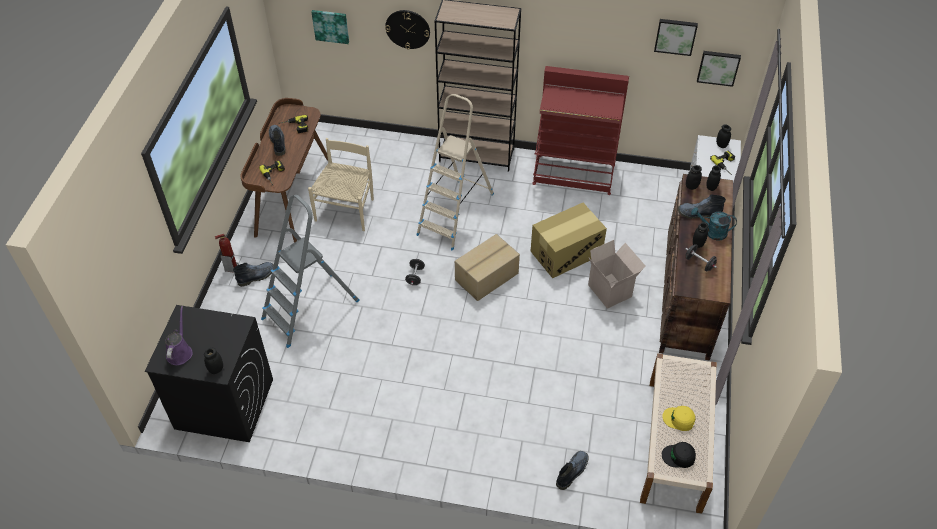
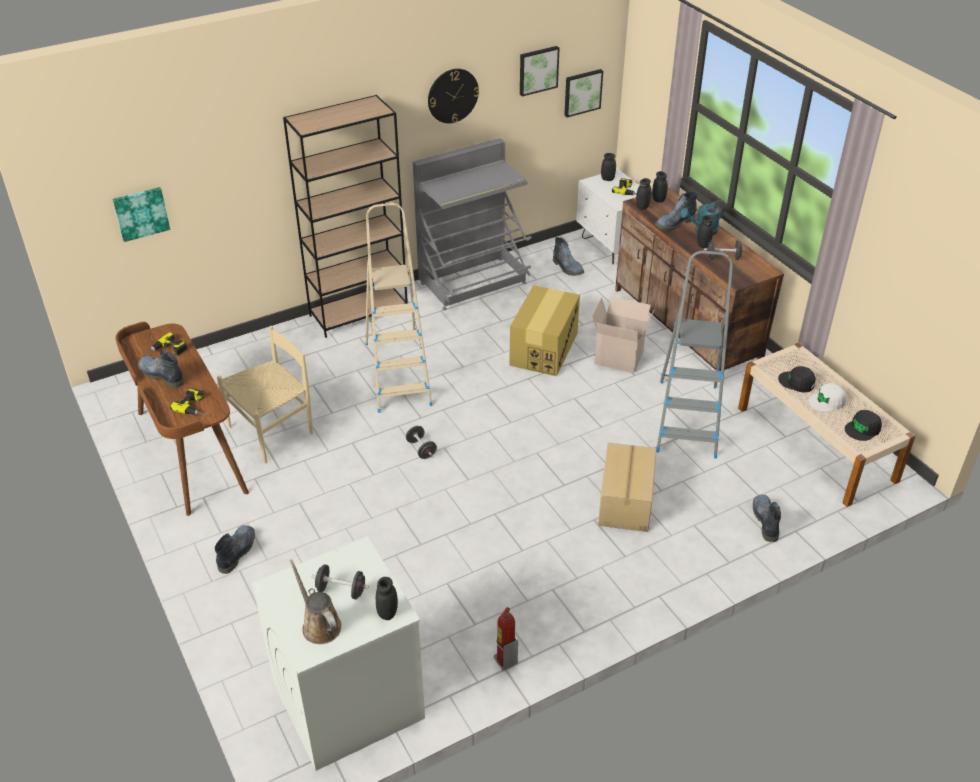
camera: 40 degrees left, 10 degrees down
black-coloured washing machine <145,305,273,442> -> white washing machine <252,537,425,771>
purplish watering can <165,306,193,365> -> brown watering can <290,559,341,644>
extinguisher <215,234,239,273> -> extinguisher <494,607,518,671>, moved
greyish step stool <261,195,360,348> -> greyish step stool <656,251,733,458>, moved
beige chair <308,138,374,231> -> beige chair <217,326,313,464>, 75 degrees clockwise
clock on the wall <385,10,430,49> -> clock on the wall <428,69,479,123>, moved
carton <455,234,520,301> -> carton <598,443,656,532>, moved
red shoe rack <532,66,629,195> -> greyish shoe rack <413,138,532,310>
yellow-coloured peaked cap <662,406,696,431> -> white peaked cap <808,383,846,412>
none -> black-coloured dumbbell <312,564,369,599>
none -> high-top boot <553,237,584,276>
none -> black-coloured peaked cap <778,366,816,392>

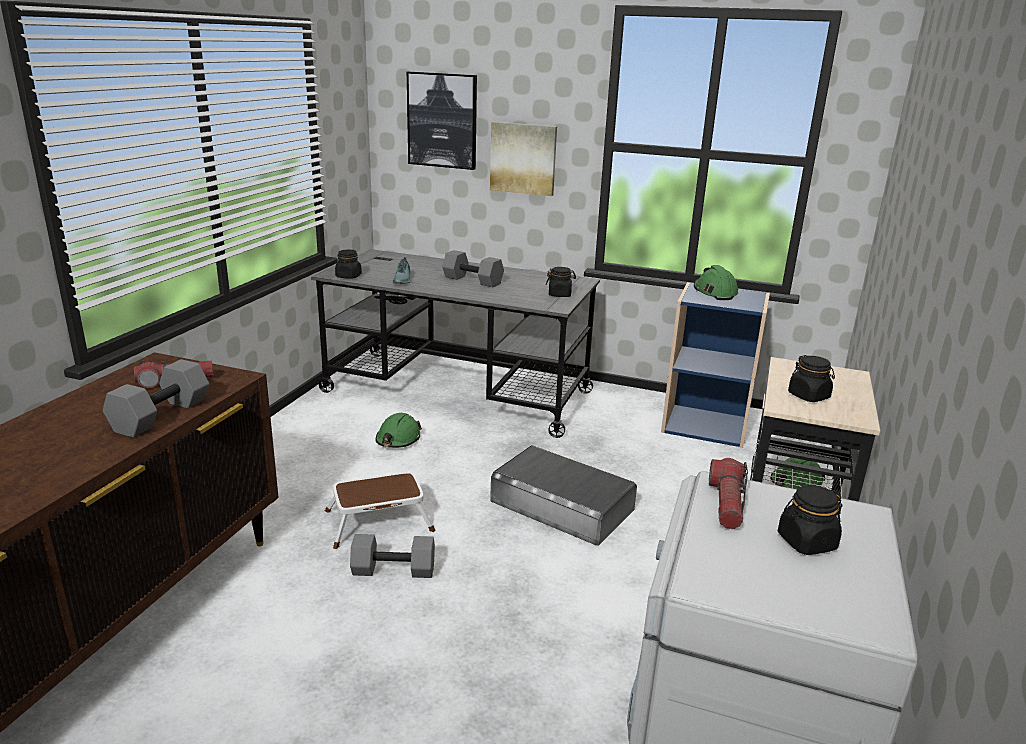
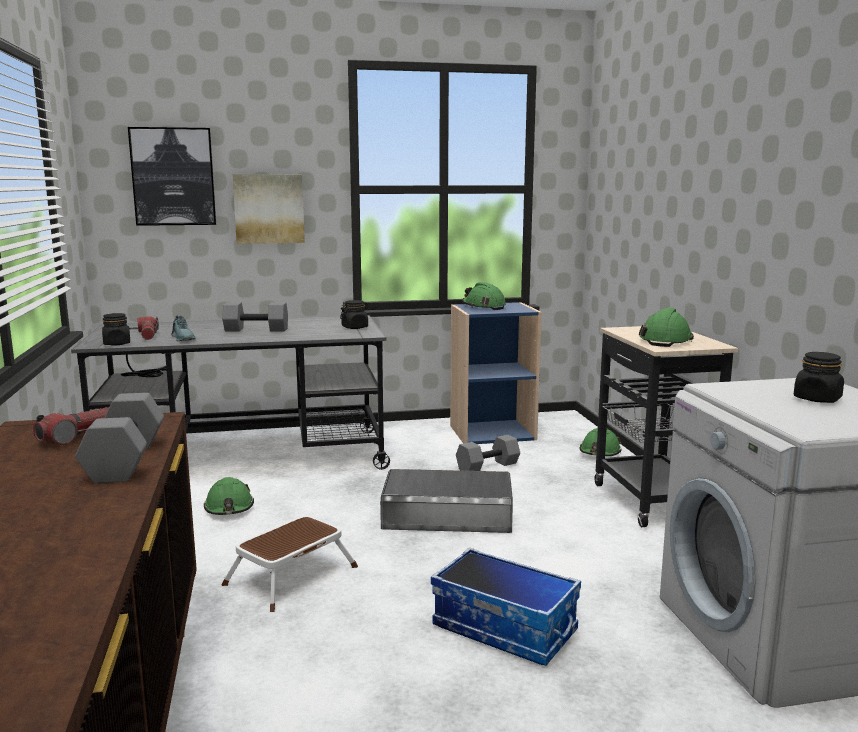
camera: 30 degrees left, 10 degrees down
greyish dumbbell <350,534,435,578> -> greyish dumbbell <456,435,520,471>, moved
torch <709,458,748,529> -> torch <138,316,159,340>, moved
black-coloured jar <788,355,835,402> -> green-coloured safety helmet <639,308,694,347>
none -> storage box <431,548,581,666>

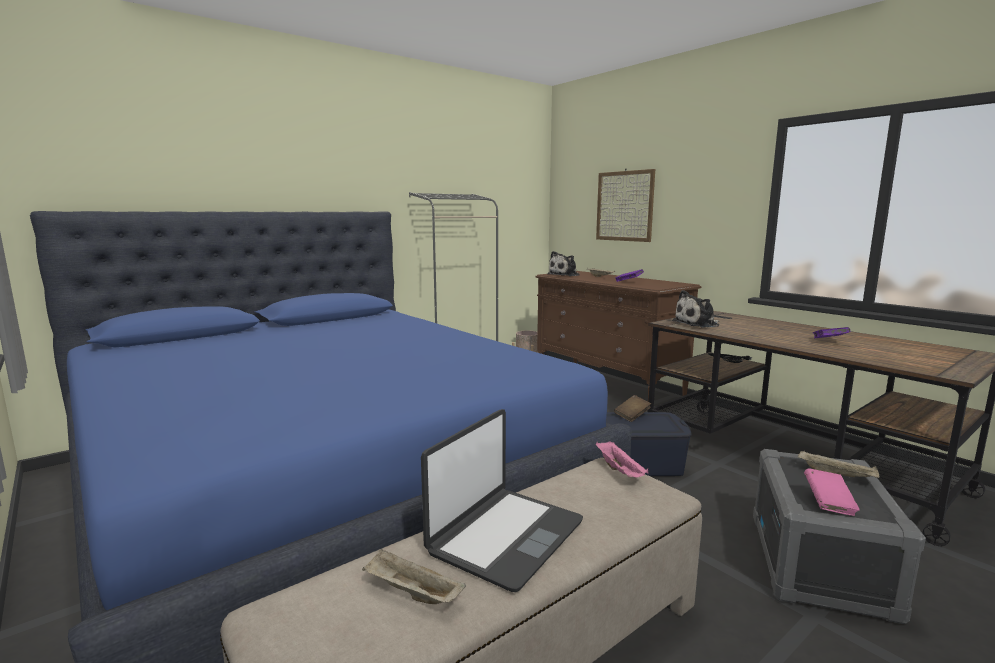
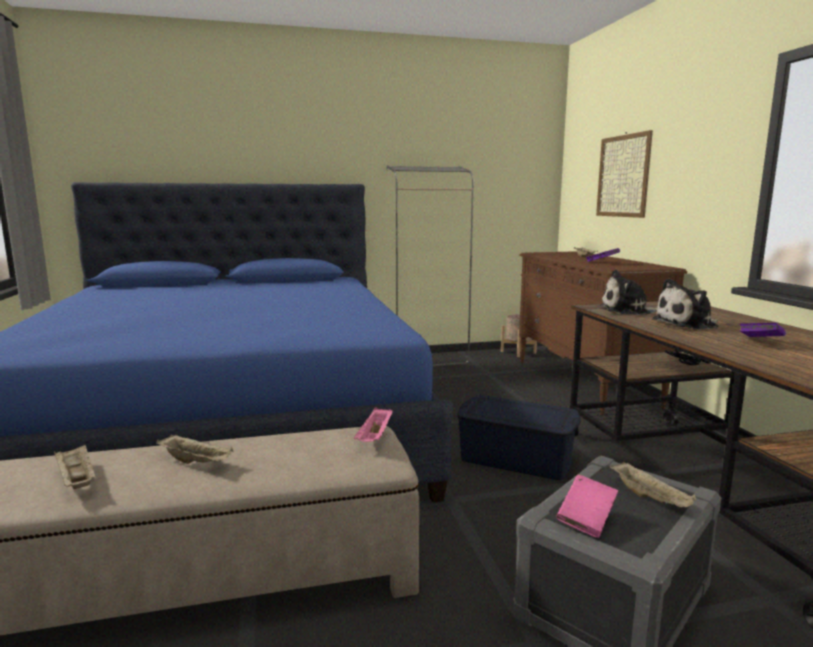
camera: 25 degrees right, 0 degrees up
notebook computer <421,409,583,592> -> beige serving tray <156,435,234,464>
plush toy <547,251,580,276> -> plush toy <652,278,718,329>, moved
brown book <614,395,651,422> -> none

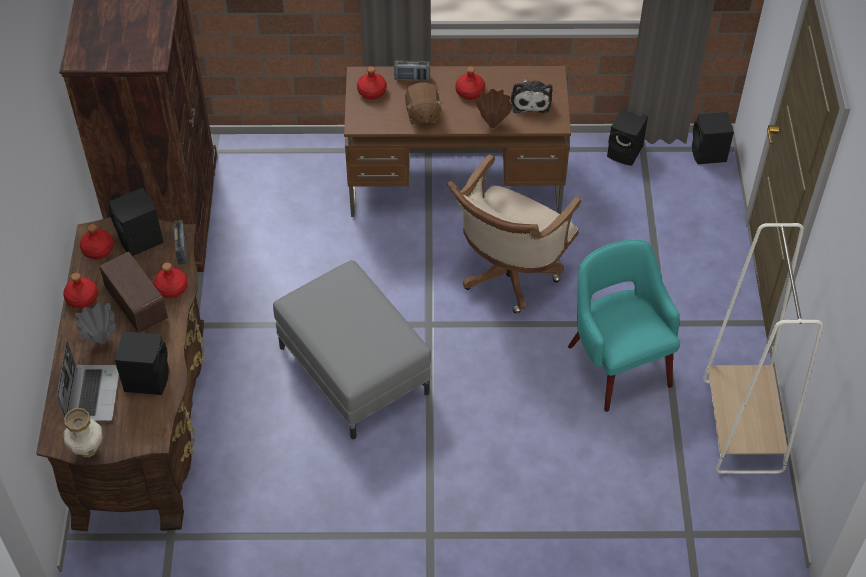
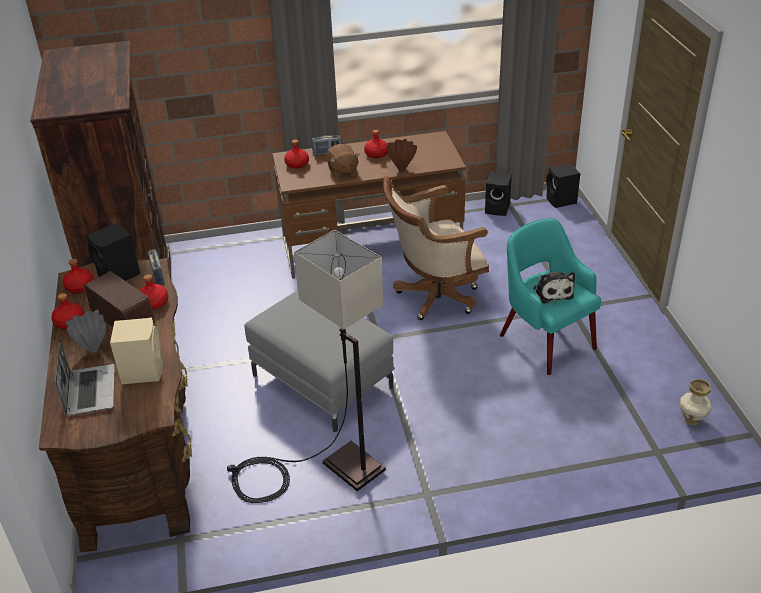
camera: 10 degrees left, 15 degrees down
decorative vase <64,408,103,457> -> decorative vase <680,379,712,425>, moved
black-coloured speaker <115,331,169,395> -> beige speaker <110,317,163,384>
computer chair <447,154,582,313> -> computer chair <383,176,489,320>, 45 degrees clockwise
plush toy <511,80,553,113> -> plush toy <533,272,575,304>, moved
garment stand <703,223,823,474> -> none
none -> floor lamp <227,230,386,503>

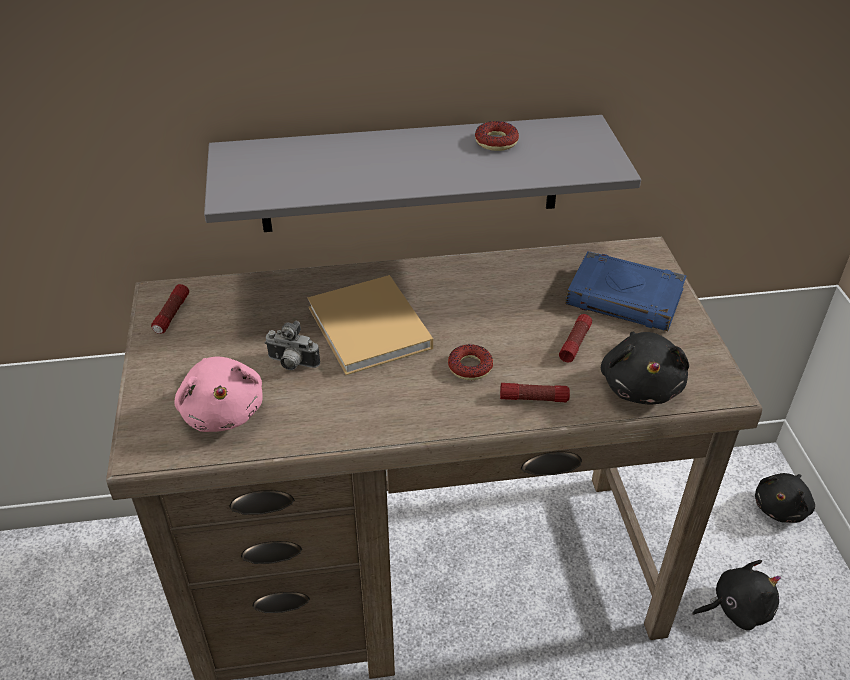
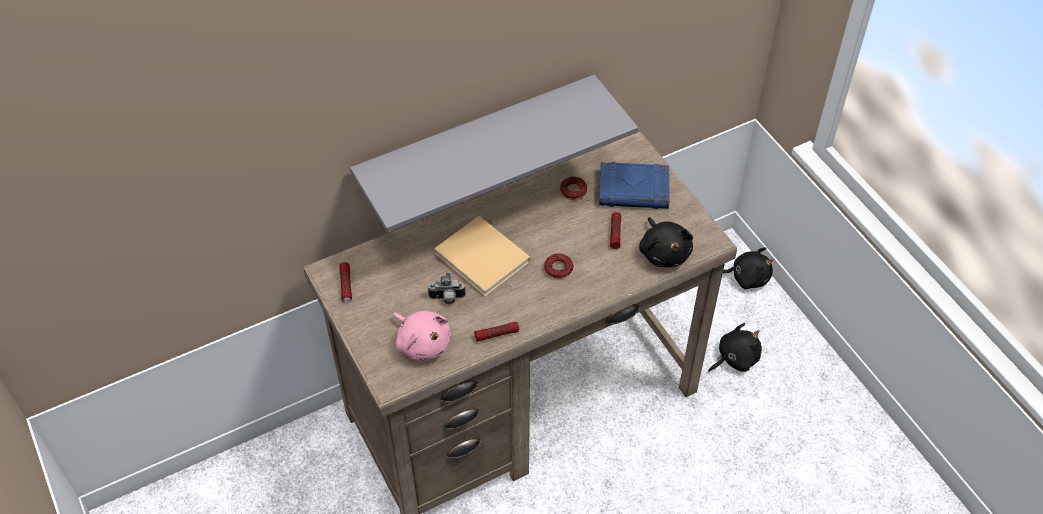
camera: 20 degrees left, 10 degrees up
ring doughnut <475,121,519,151> -> ring doughnut <560,177,587,200>, moved
torch <500,383,570,402> -> torch <474,321,519,342>, moved
black-coloured plush toy <755,473,815,523> -> black-coloured plush toy <723,247,774,290>, 105 degrees counterclockwise

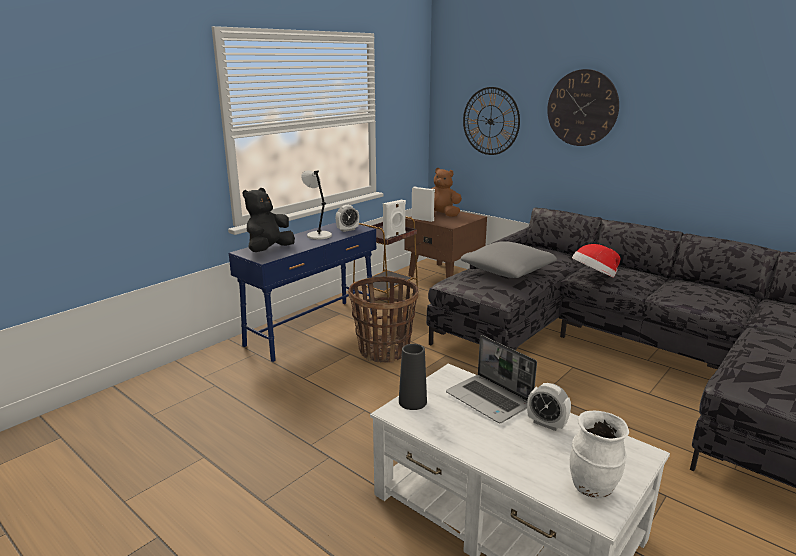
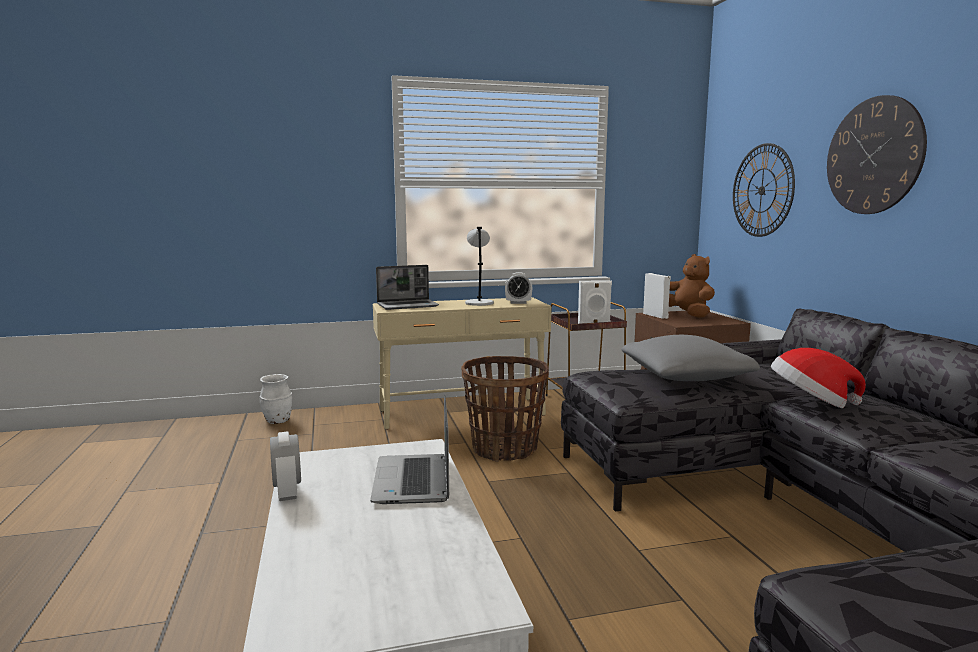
camera: 35 degrees right, 10 degrees down
blue narrow table <229,223,376,362> -> beige narrow table <373,297,551,429>
black-coloured plush toy <242,188,295,252> -> notebook computer <376,265,439,310>
black-coloured decorative vase <399,344,427,410> -> none
table clock <527,383,571,431> -> table clock <270,431,301,501>, moved
white decorative vase <570,411,629,498> -> white decorative vase <260,374,292,424>, moved

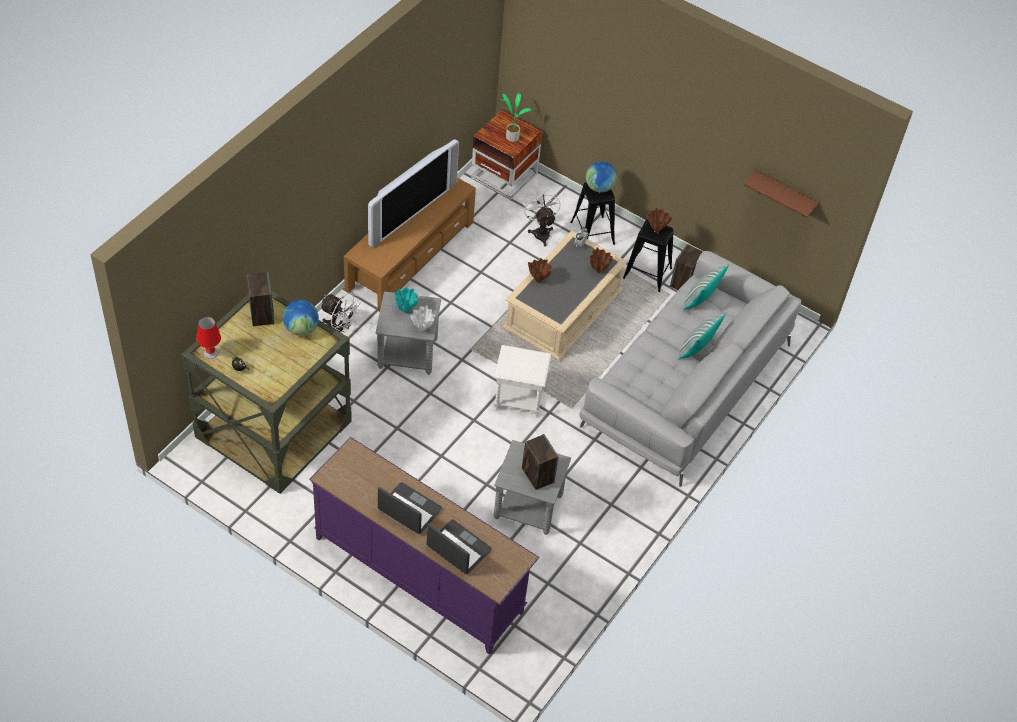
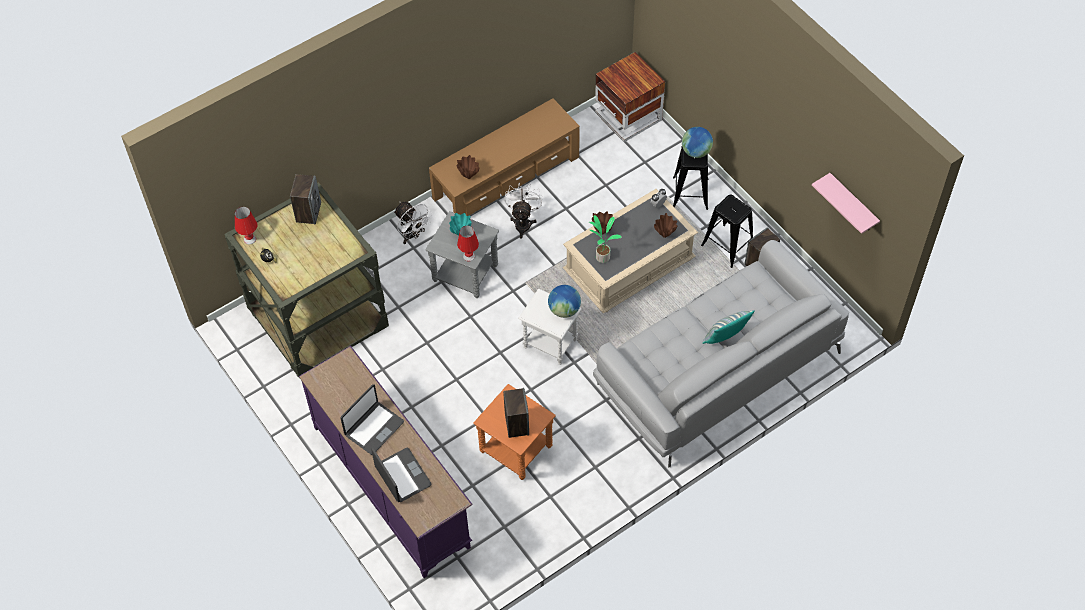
camera: 25 degrees right, 5 degrees up
world globe <283,300,319,336> -> world globe <548,285,581,318>, moved
TV <368,139,459,247> -> none
notebook computer <378,482,442,534> -> notebook computer <340,384,404,455>, 75 degrees clockwise
white decorative vase <410,305,436,331> -> red lamp for a table <457,226,479,261>
greyish end table <494,440,571,535> -> orange-coloured end table <473,384,556,480>
potted plant <501,93,531,142> -> potted plant <589,215,622,263>, moved
white fan <523,189,561,246> -> white fan <504,184,543,239>, moved
brown decorative vase <647,208,672,233> -> brown decorative vase <456,155,479,179>, moved
cushion <682,264,729,310> -> none
brown shelf <743,170,818,218> -> pinkish shelf <812,173,880,234>

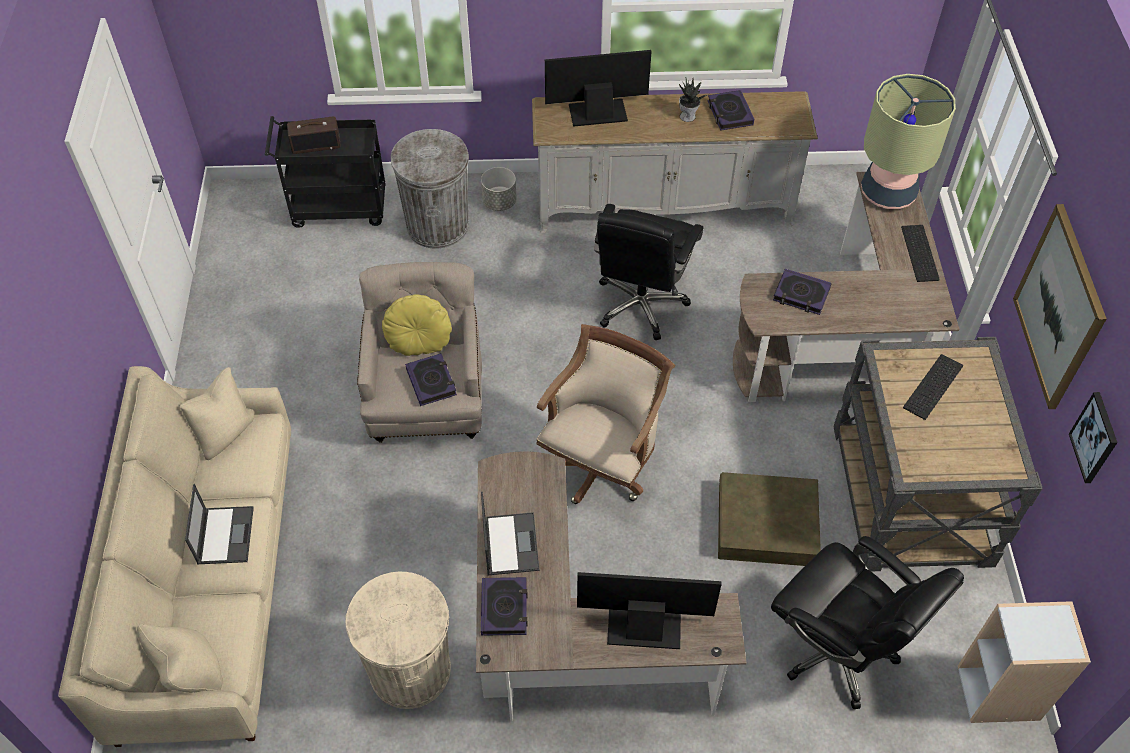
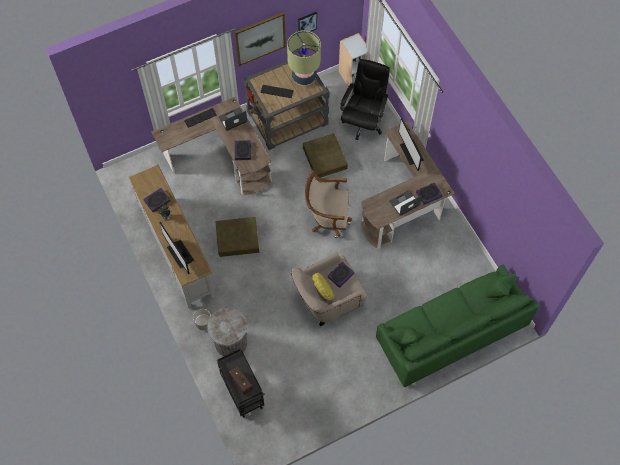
camera: 115 degrees left, 10 degrees up
beige sofa <58,366,291,747> -> green-coloured sofa <376,264,540,387>
notebook computer <185,484,254,564> -> notebook computer <218,107,248,131>, moved
beige trash can <345,572,451,709> -> none
black-coloured computer chair <594,204,704,340> -> brown storage box <216,217,259,257>
lamp for a table <861,74,956,209> -> lamp for a table <287,30,321,86>, moved

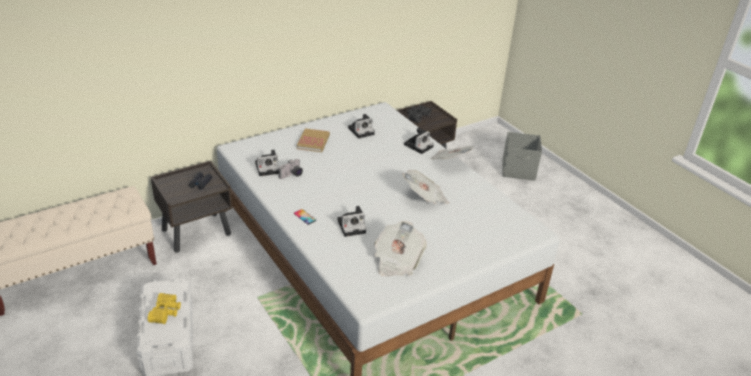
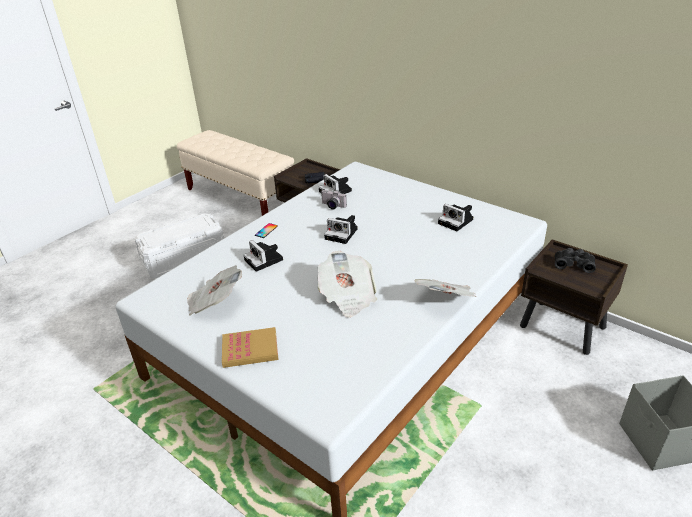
camera: 75 degrees right, 0 degrees up
yellow-coloured pair of binoculars <148,293,181,324> -> none
book <297,128,330,152> -> book <222,327,279,368>, moved
still camera <404,128,434,154> -> still camera <324,215,358,244>, moved

